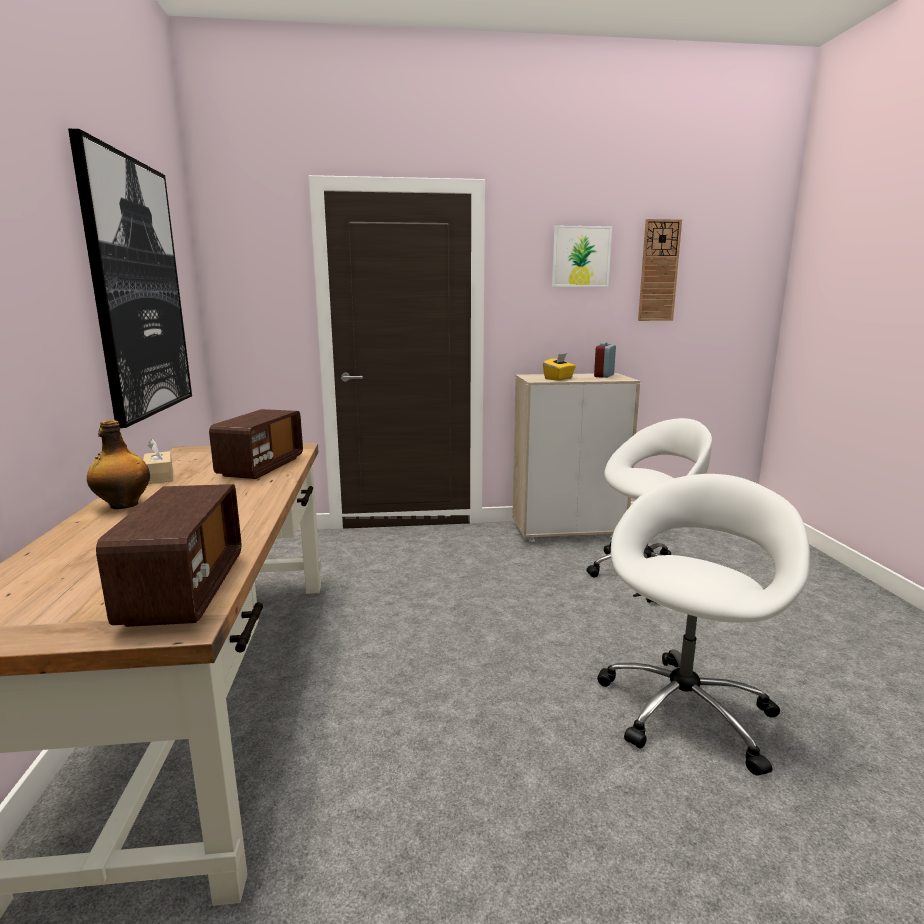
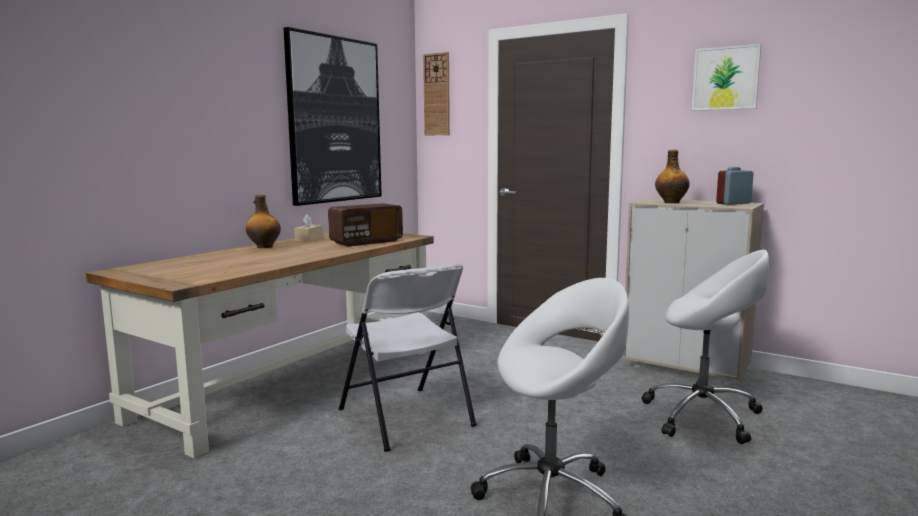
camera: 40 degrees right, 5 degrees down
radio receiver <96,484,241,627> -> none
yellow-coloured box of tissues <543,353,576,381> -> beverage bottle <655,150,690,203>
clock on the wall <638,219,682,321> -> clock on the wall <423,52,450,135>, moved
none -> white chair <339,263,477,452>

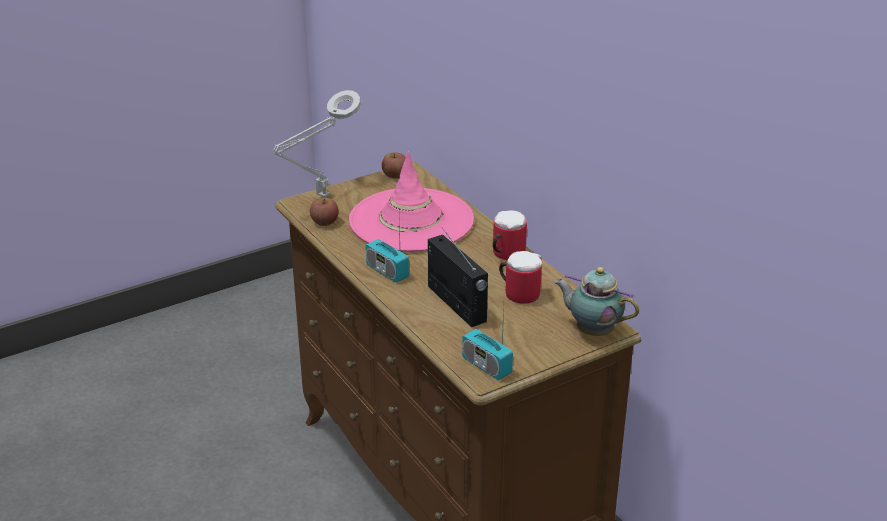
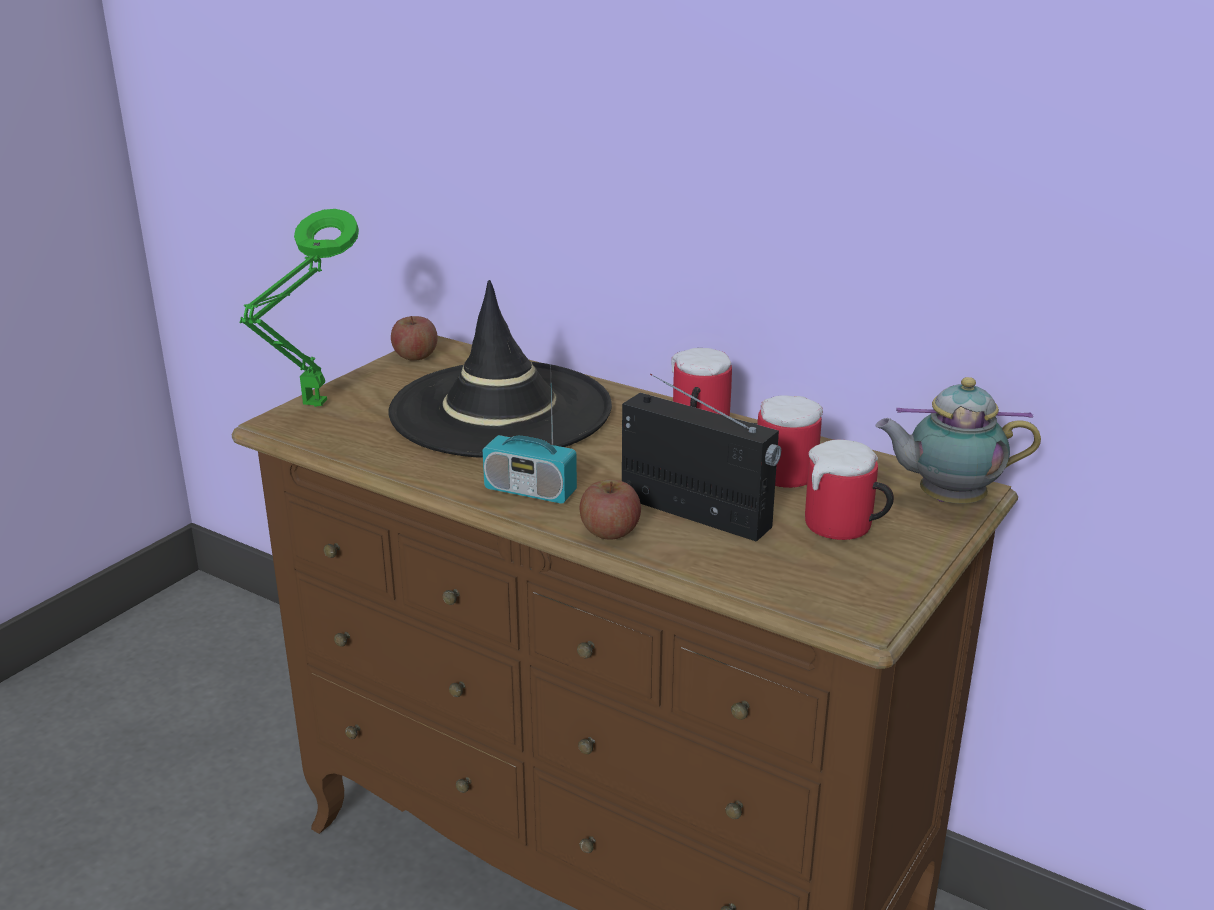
camera: 25 degrees left, 5 degrees down
greyish lamp for a table <272,90,361,197> -> green-coloured lamp for a table <240,209,359,407>
apple <310,198,339,226> -> apple <580,480,641,540>, moved
pinkish hat <349,151,474,252> -> black-coloured hat <388,280,612,458>
radio receiver <462,305,513,380> -> none
none -> mug <805,440,894,540>

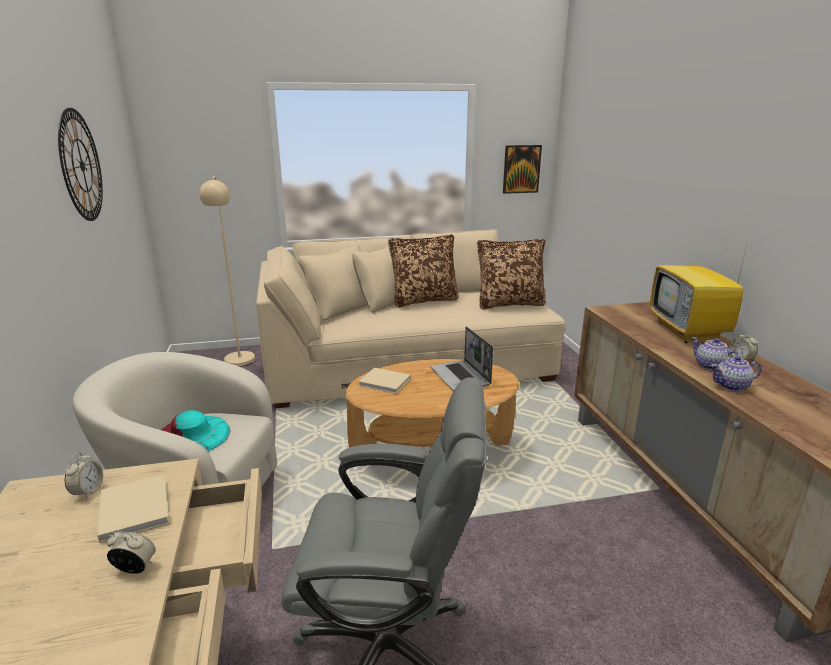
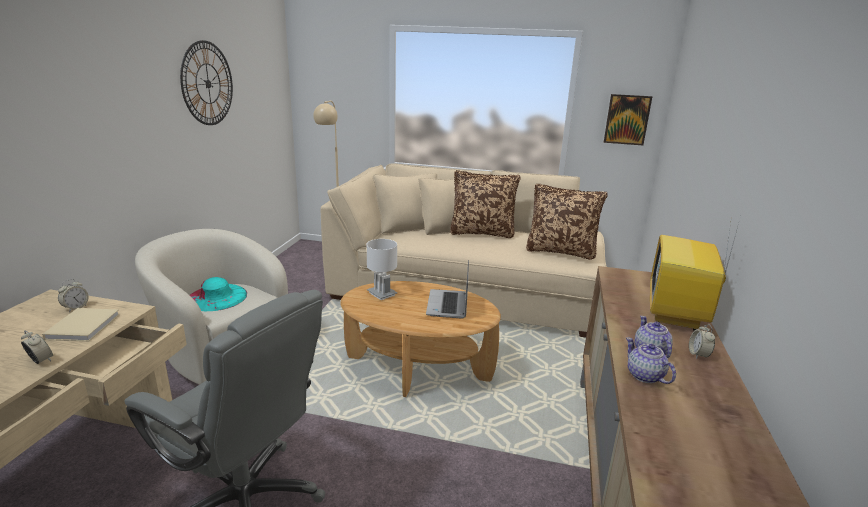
camera: 25 degrees right, 0 degrees up
beige book <358,368,411,394> -> white lamp for a table <367,239,397,300>
pot for tea <711,356,761,391> -> pot for tea <626,337,676,384>, 45 degrees clockwise

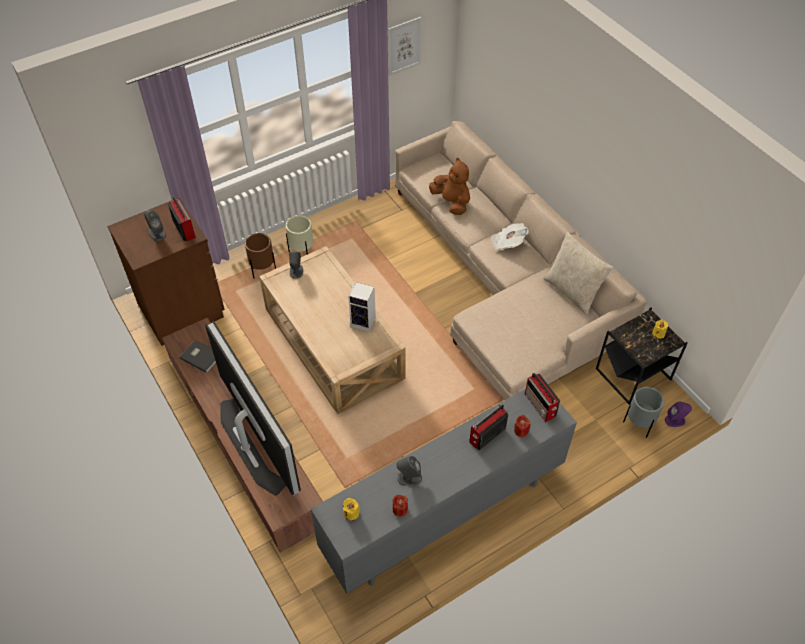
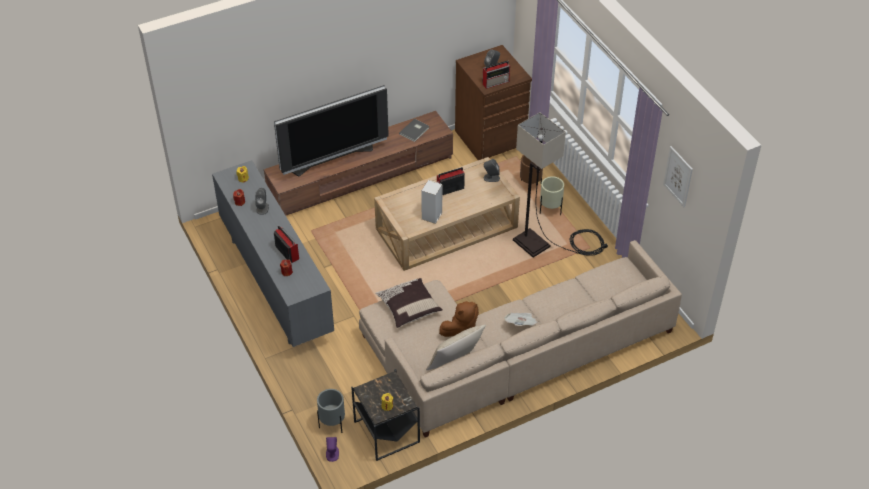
camera: 95 degrees right, 5 degrees down
brown plush toy <429,158,470,215> -> brown plush toy <439,301,479,337>, moved
radio receiver <525,373,560,422> -> radio receiver <437,167,465,195>, moved
none -> cushion <375,278,442,328>
none -> floor lamp <513,112,608,258>

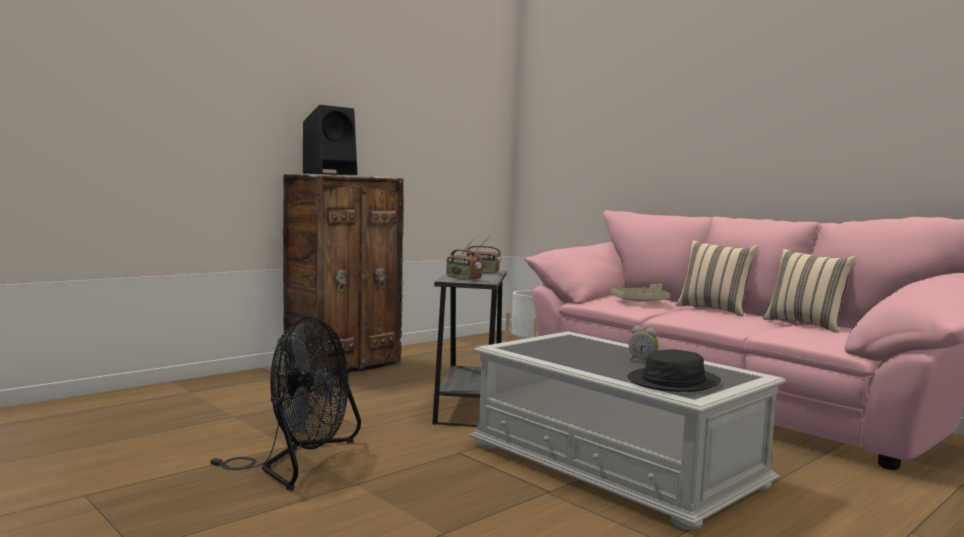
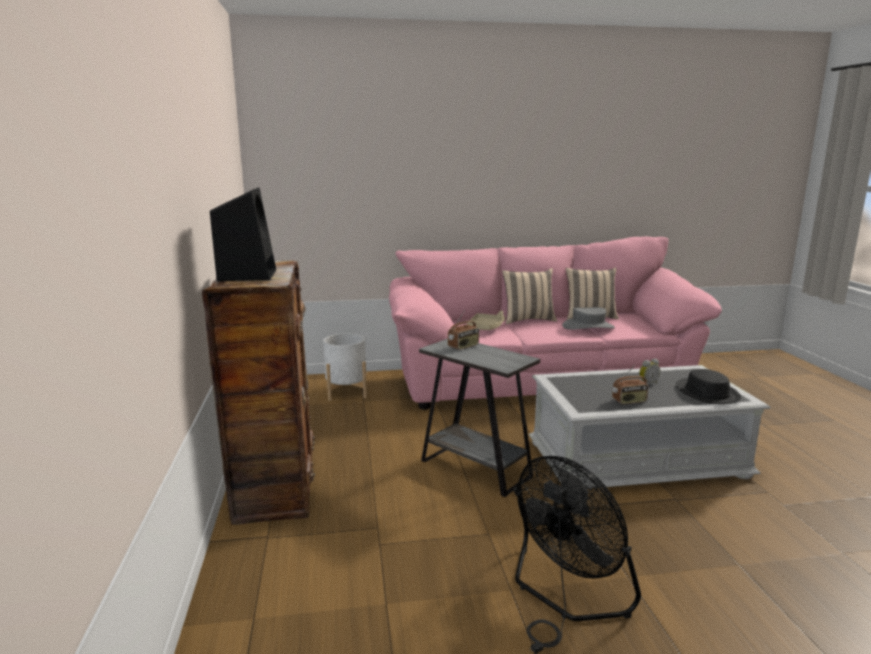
camera: 55 degrees left, 10 degrees up
radio receiver <446,240,482,280> -> radio receiver <612,365,648,404>, moved
none -> greyish hat <562,307,615,330>

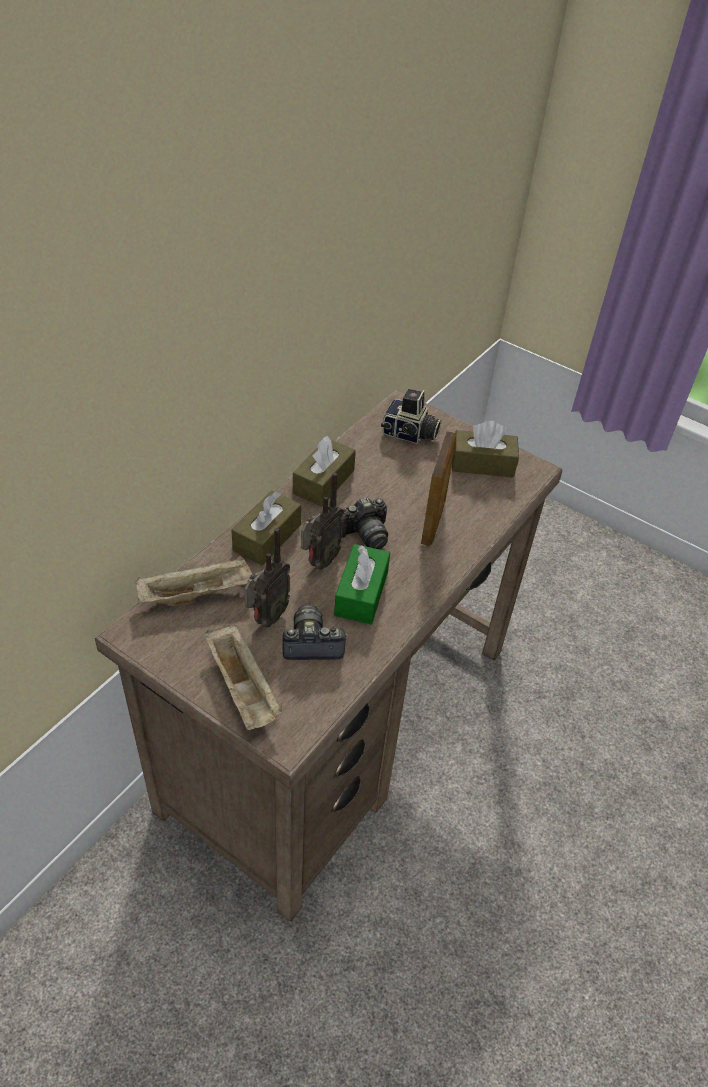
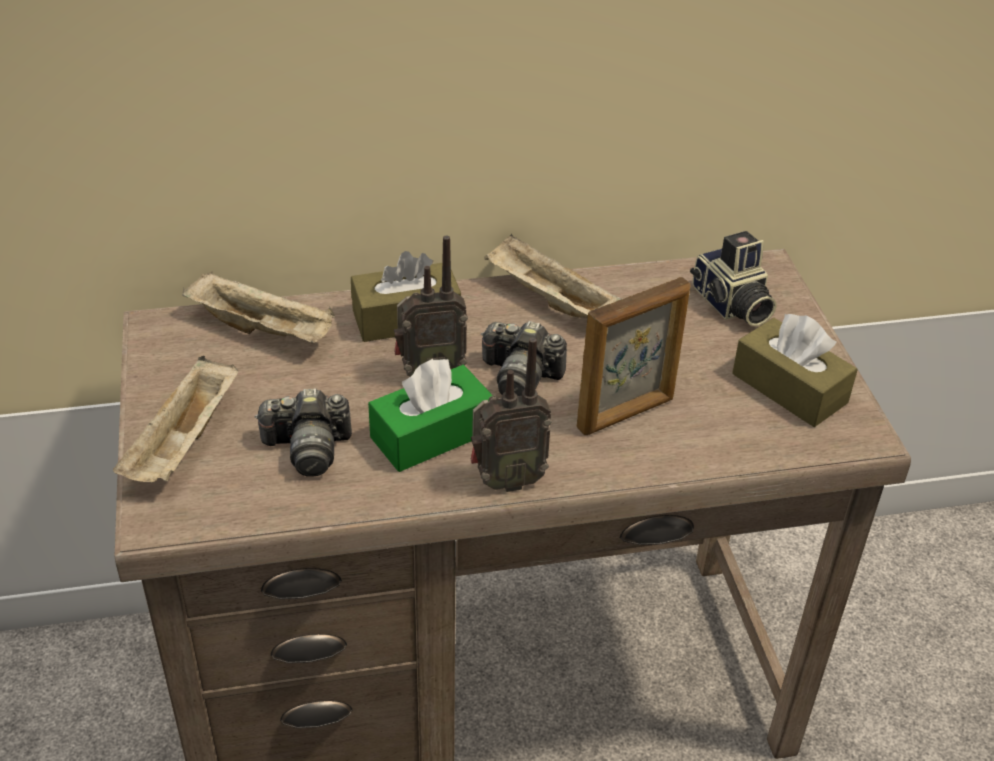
camera: 45 degrees right, 5 degrees down
radio receiver <244,528,290,627> -> radio receiver <471,337,552,492>, moved
still camera <282,605,348,660> -> still camera <254,388,352,477>, 135 degrees clockwise
brown box of tissues <293,436,356,507> -> beige serving tray <484,234,623,318>

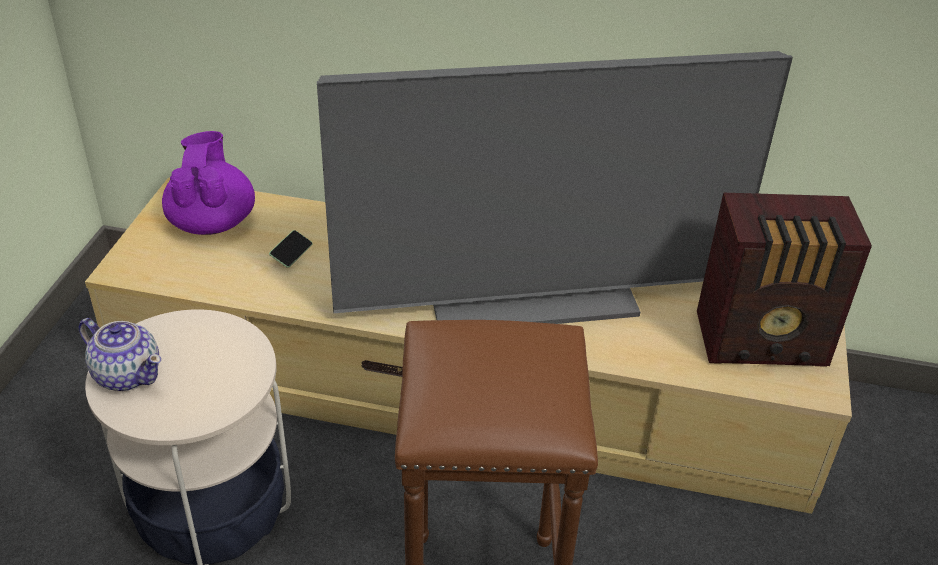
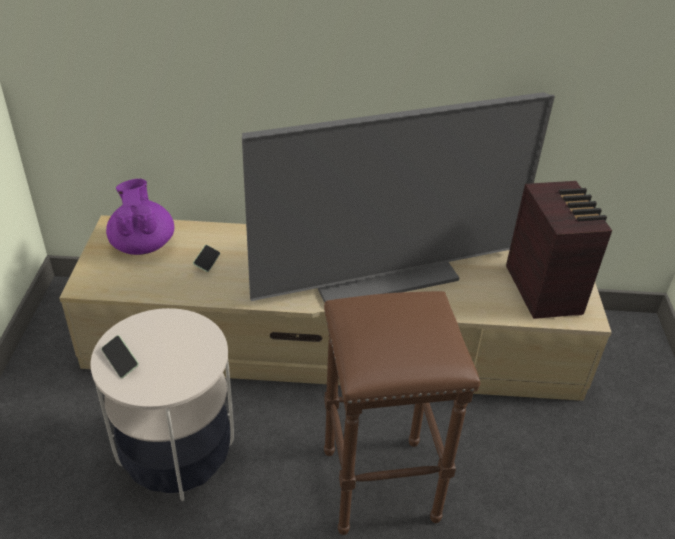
camera: 10 degrees left, 0 degrees up
pot for tea <78,318,161,391> -> telephone <101,335,139,378>
radio receiver <697,193,872,367> -> radio receiver <506,181,612,319>, 90 degrees counterclockwise

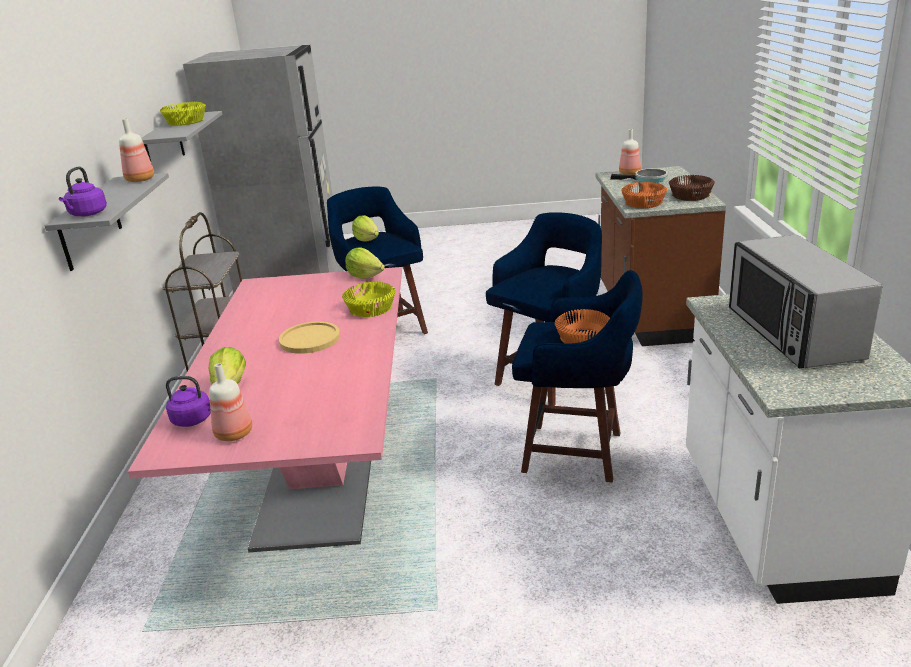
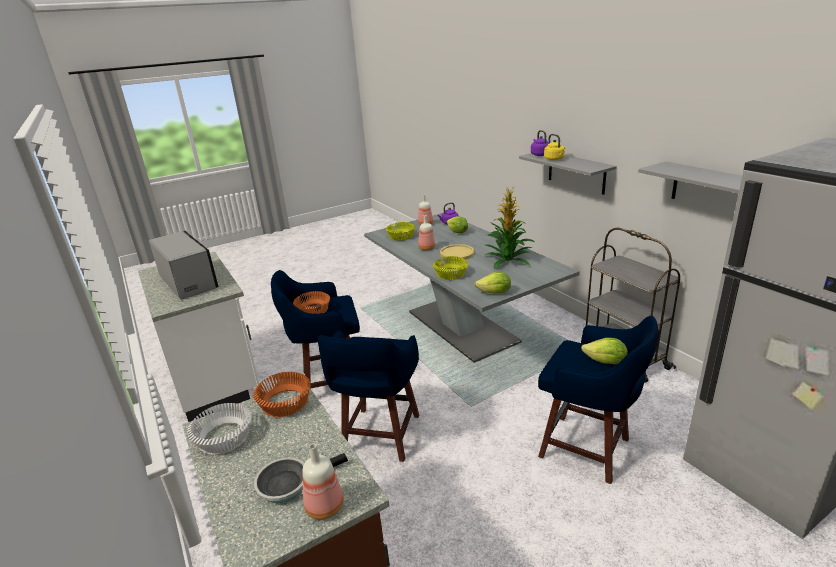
camera: 150 degrees right, 0 degrees up
beverage bottle <119,118,154,182> -> beverage bottle <418,215,435,251>, moved
pinkish dining table <128,267,402,552> -> greyish dining table <364,213,580,363>
yellow-coloured serving bowl <160,102,206,126> -> yellow-coloured serving bowl <386,222,415,240>, moved
brown serving bowl <669,175,715,201> -> white serving bowl <187,403,251,454>
none -> potted plant <484,188,535,269>
none -> yellow-coloured water kettle <544,134,565,160>

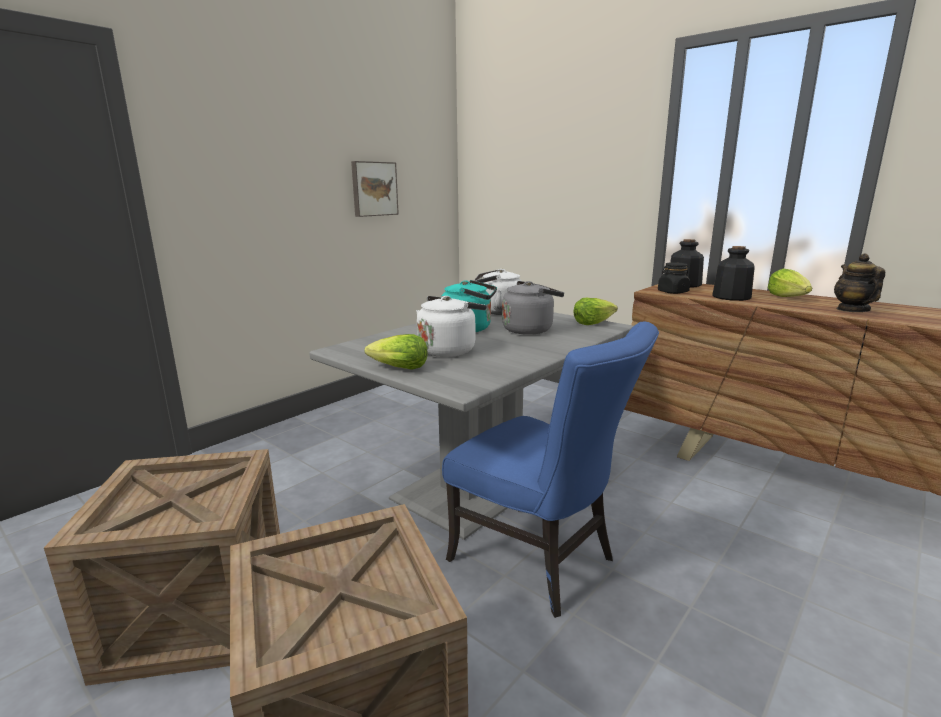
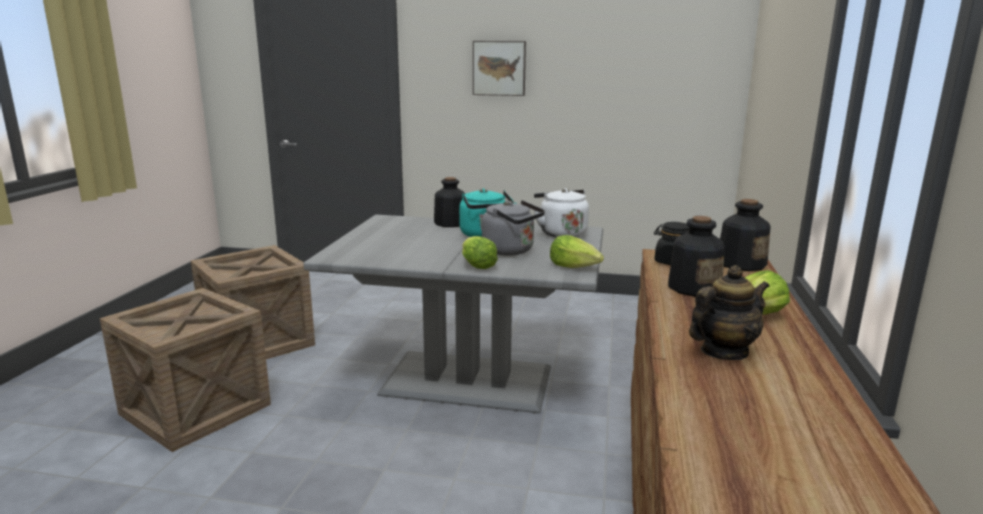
camera: 60 degrees right, 0 degrees up
picture <351,161,399,217> -> picture <473,41,526,96>, moved
head of lettuce <365,334,428,370> -> head of lettuce <462,236,498,269>, moved
white water kettle <416,296,487,357> -> none
blue chair <442,322,659,618> -> none
none -> beverage bottle <434,177,465,227>

